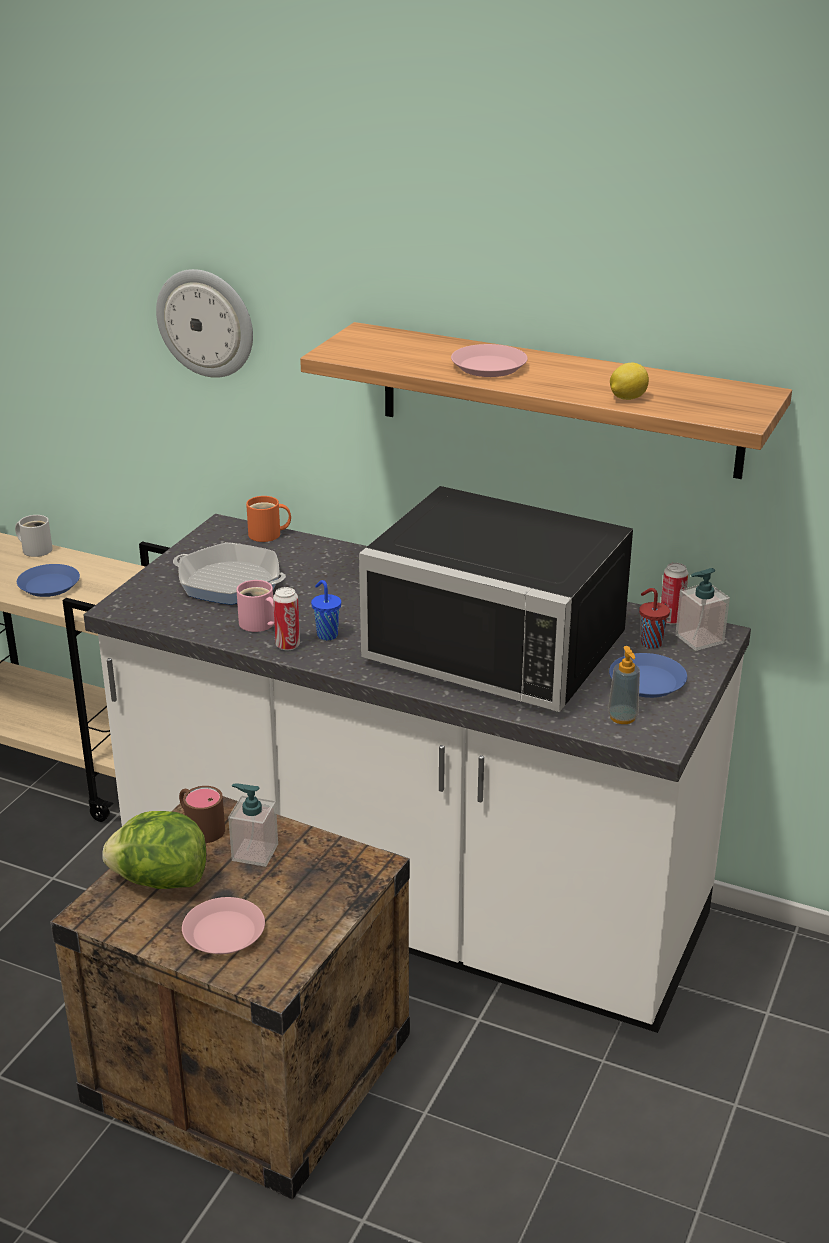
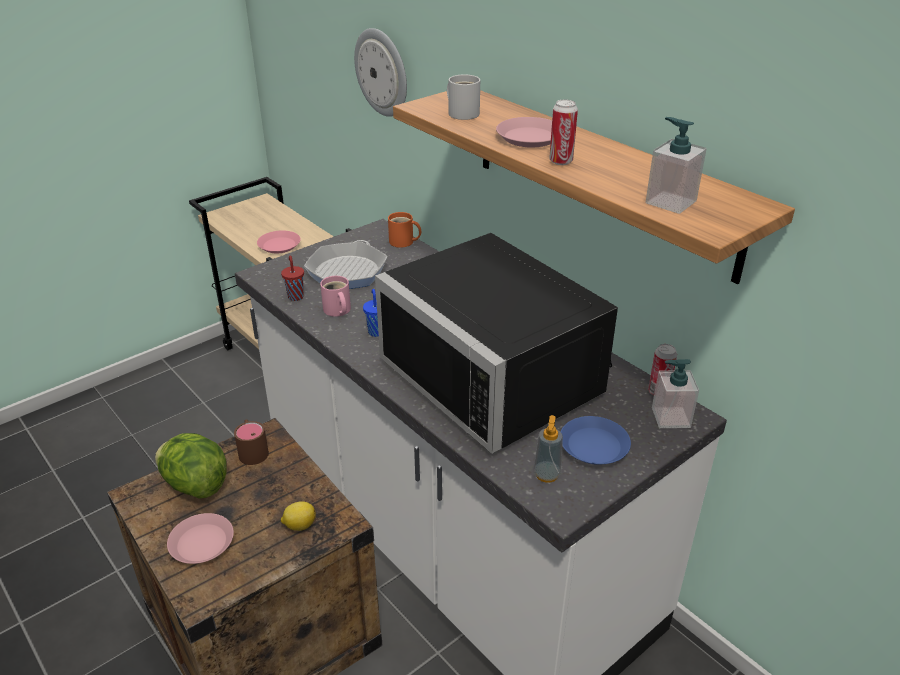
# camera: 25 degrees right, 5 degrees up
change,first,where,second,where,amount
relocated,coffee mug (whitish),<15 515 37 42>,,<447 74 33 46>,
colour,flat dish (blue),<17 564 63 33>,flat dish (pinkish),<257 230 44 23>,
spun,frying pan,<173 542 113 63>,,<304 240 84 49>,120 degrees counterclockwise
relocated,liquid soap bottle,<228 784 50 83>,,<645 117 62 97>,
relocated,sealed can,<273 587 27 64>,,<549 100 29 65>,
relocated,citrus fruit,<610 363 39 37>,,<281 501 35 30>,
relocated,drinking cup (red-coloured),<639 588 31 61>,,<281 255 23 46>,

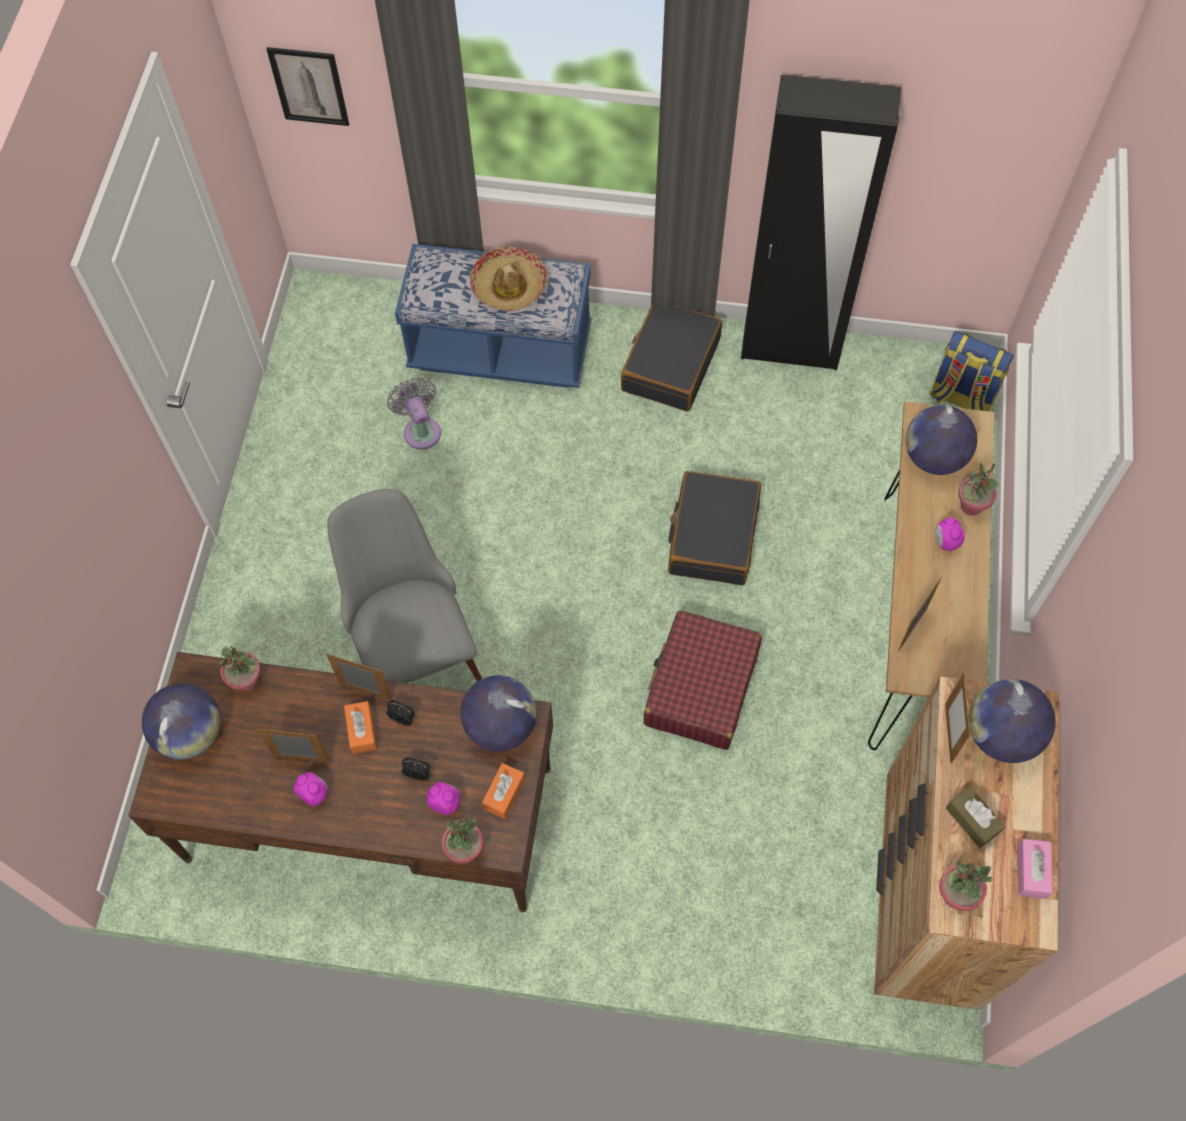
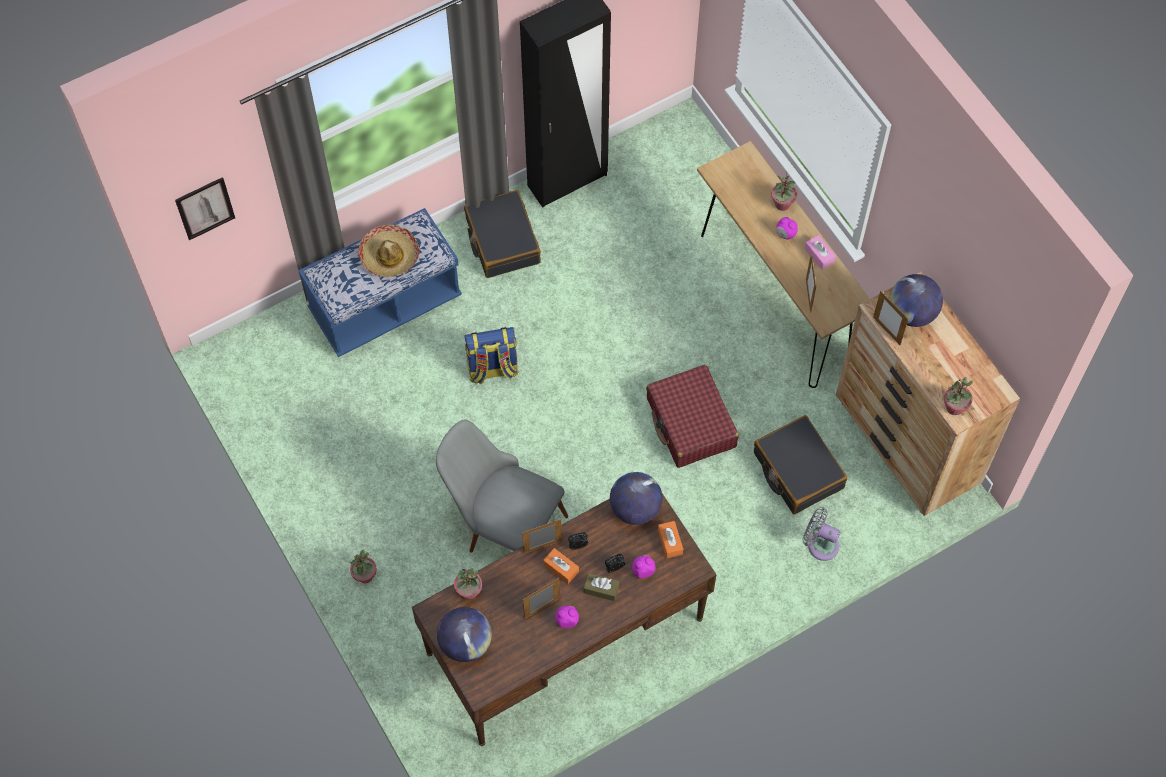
# camera: 40 degrees left, 0 degrees up
change,first,where,second,where,amount
relocated,electric fan (greyish),<387 378 54 72>,,<802 507 39 54>,
relocated,plant in a pot,<442 819 41 45>,,<349 550 28 33>,
relocated,travel case (black),<668 471 93 114>,,<754 415 93 99>,
missing,world globe,<906 405 71 70>,,,
relocated,knapsack,<930 331 84 80>,,<464 327 55 58>,
relocated,box of tissues (brown-coloured),<946 787 59 61>,,<583 573 36 28>,
relocated,box of tissues (pinkish),<1017 839 36 60>,,<805 235 31 35>,

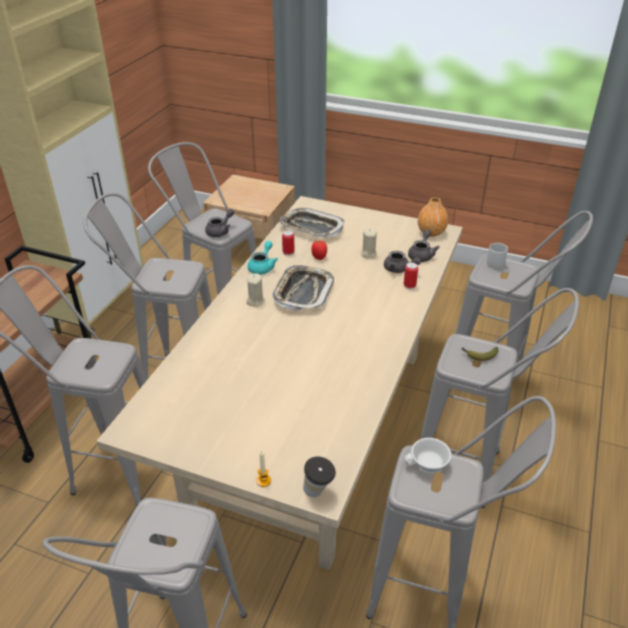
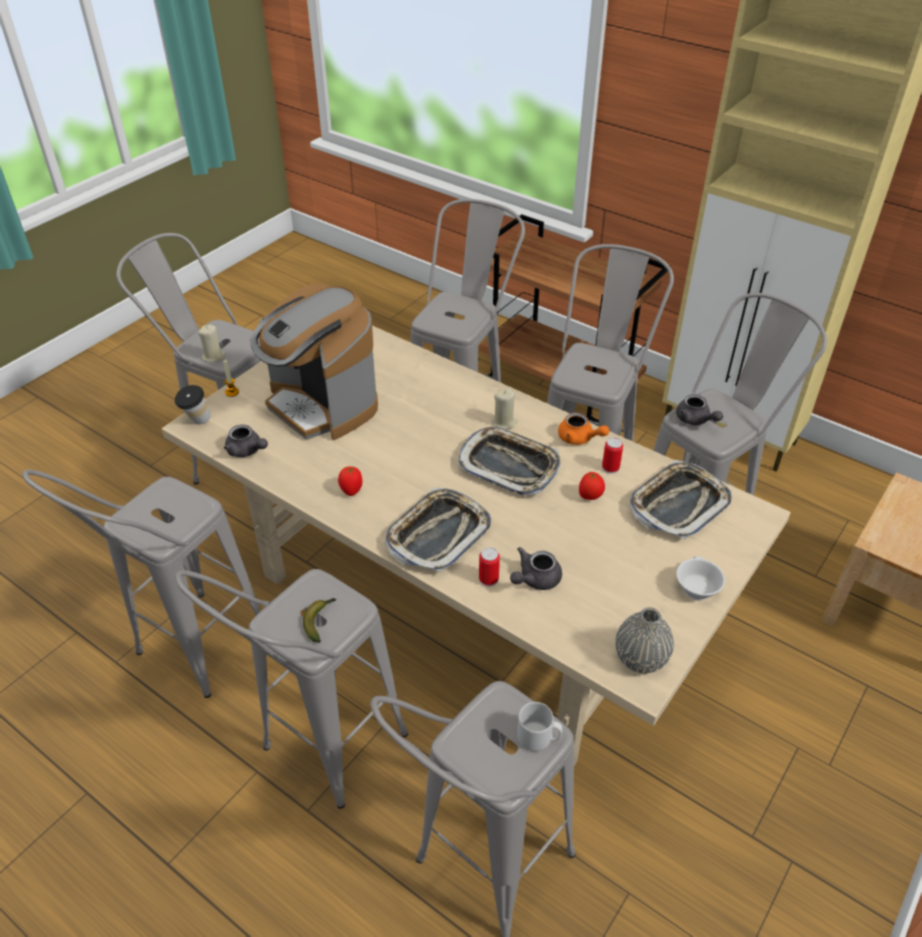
# camera: 105 degrees right, 5 degrees up
change,first,where,second,where,amount
colour,tea pot (turquoise-coloured),<248 241 30 34>,tea pot (orangey),<558 413 51 32>,
relocated,candle (sand-coloured),<360 228 17 30>,,<198 325 28 37>,
relocated,drinking cup (whitish),<404 438 47 35>,,<676 556 49 44>,
relocated,tea pot (greyish),<408 229 32 33>,,<224 424 44 33>,
colour,vase (orangey),<418 197 30 40>,vase (greyish),<615 607 59 66>,
appeared,,,coffee machine,<250 284 128 156>,
appeared,,,whole tomato,<338 467 24 29>,
appeared,,,tray,<385 487 106 85>,

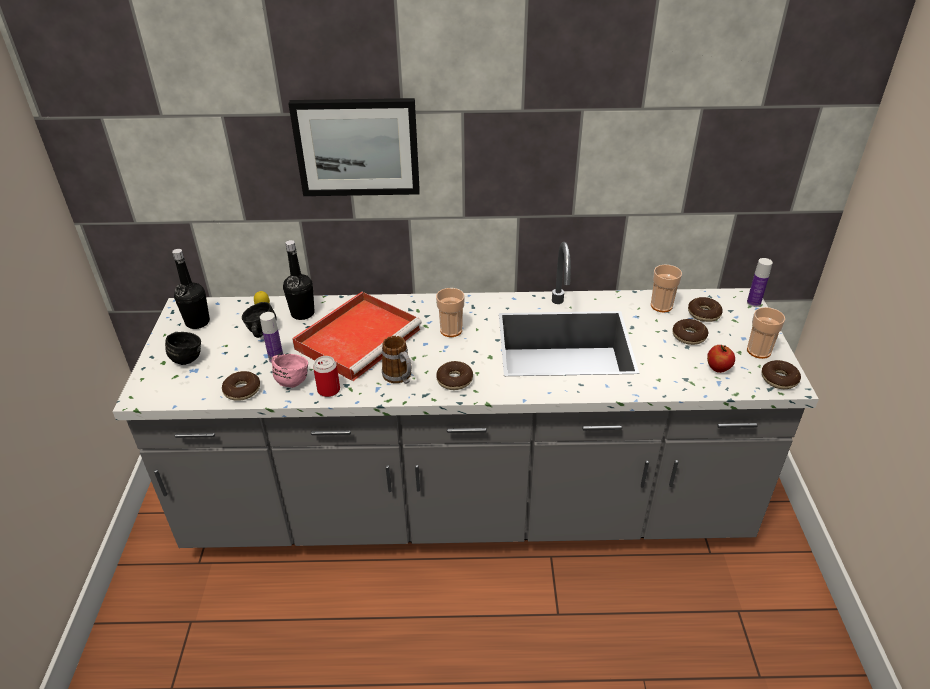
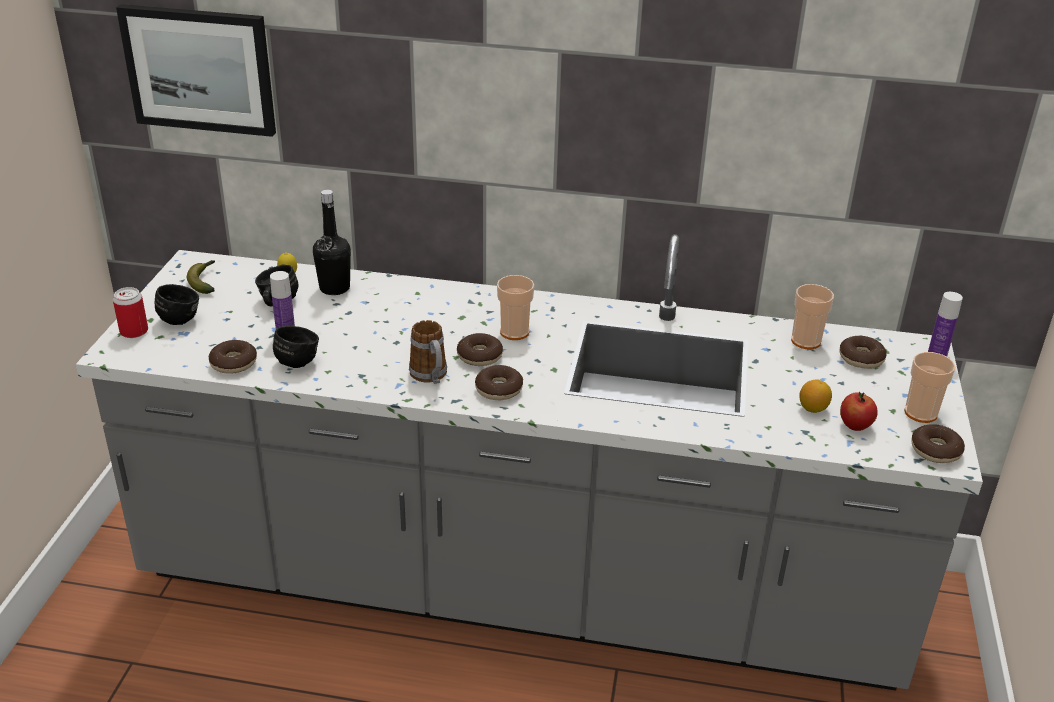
# camera: 10 degrees right, 5 degrees down
change,first,where,second,where,amount
exchanged,beverage bottle (black),<172 249 38 80>,whole banana,<187 260 28 34>,
colour,coffee mug (pinkish),<272 354 36 34>,coffee mug (black),<273 326 46 42>,
relocated,picture,<288 98 132 98>,,<116 4 160 133>,
missing,tray (red-coloured),<292 292 130 89>,,,
relocated,sealed can,<313 356 27 41>,,<113 287 35 51>,
relocated,donut,<672 319 36 26>,,<457 333 46 33>,
appeared,,,citrus fruit,<799 379 33 34>,

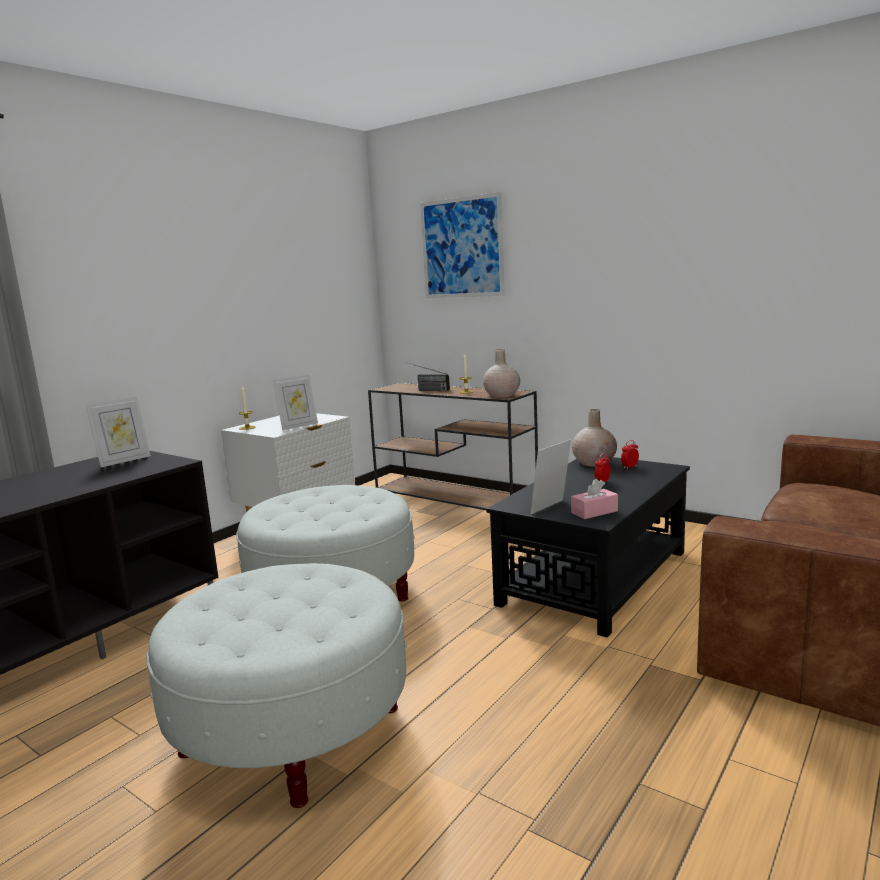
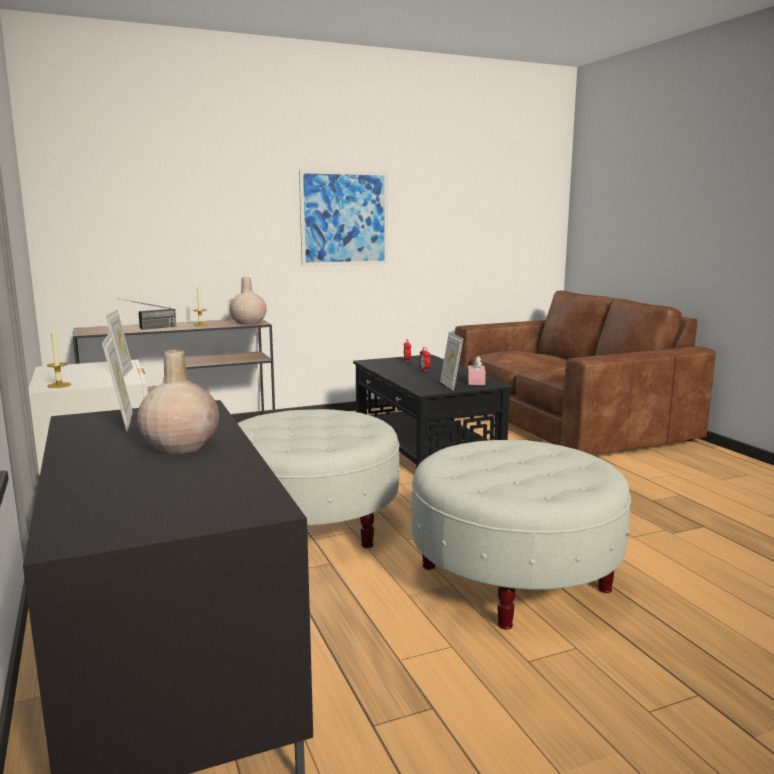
# camera: 60 degrees left, 0 degrees up
change,first,where,second,where,amount
relocated,picture,<420 192 85 106>,,<299 169 89 97>,
relocated,vase (sand-coloured),<572 409 45 58>,,<137 350 82 104>,

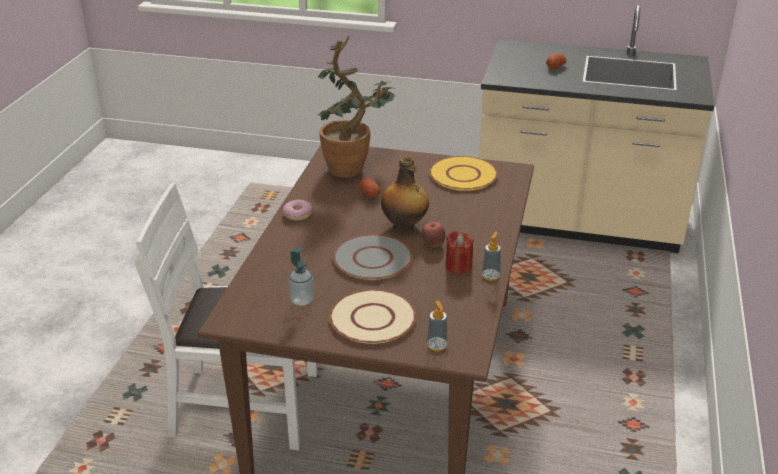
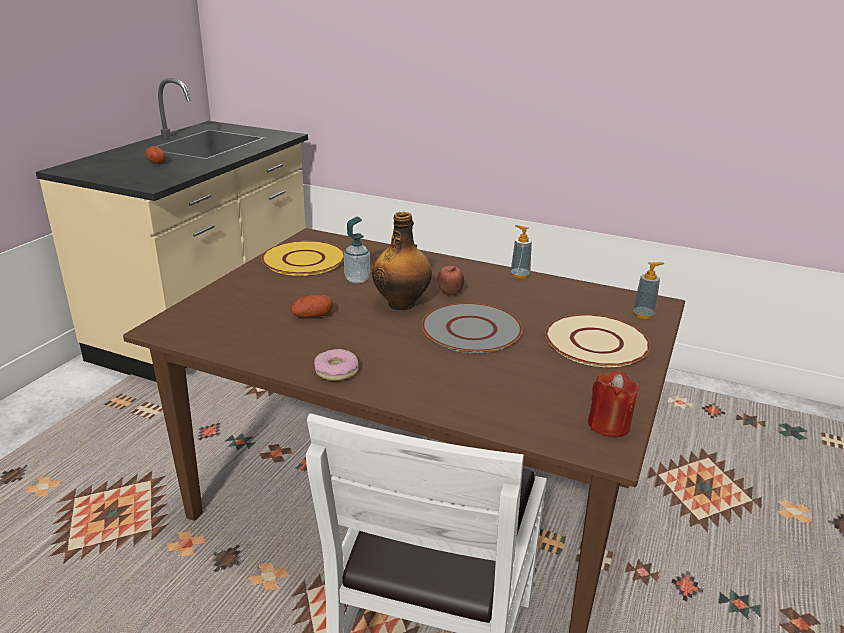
# camera: 80 degrees left, 5 degrees down
change,first,where,second,where,amount
relocated,liquid soap bottle,<288 247 26 59>,,<344 217 26 66>,
missing,plant in a pot,<318 36 78 142>,,,
relocated,candle (red-coloured),<445 231 29 43>,,<588 370 52 67>,

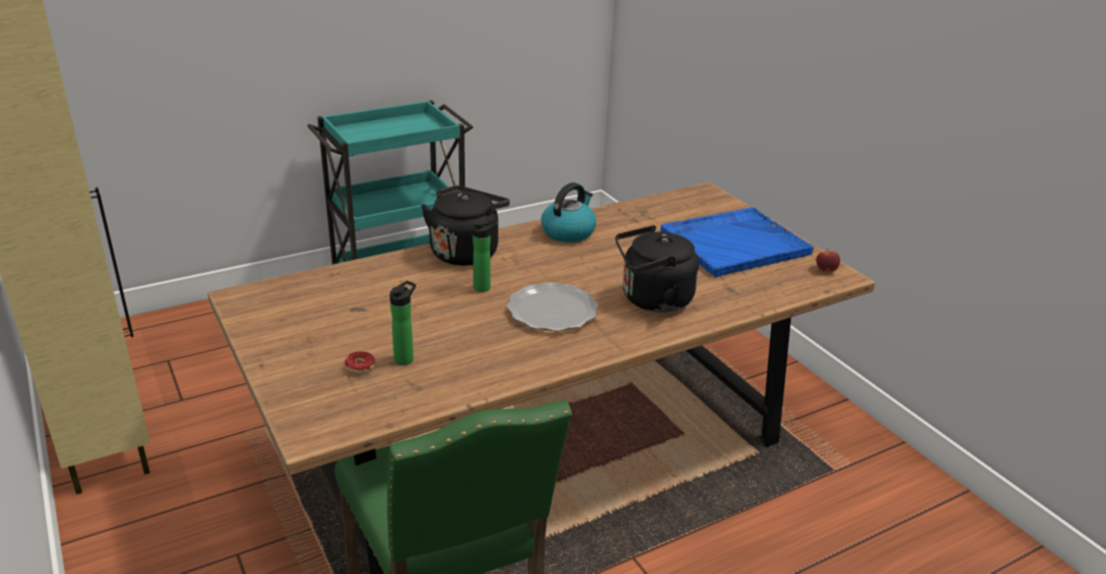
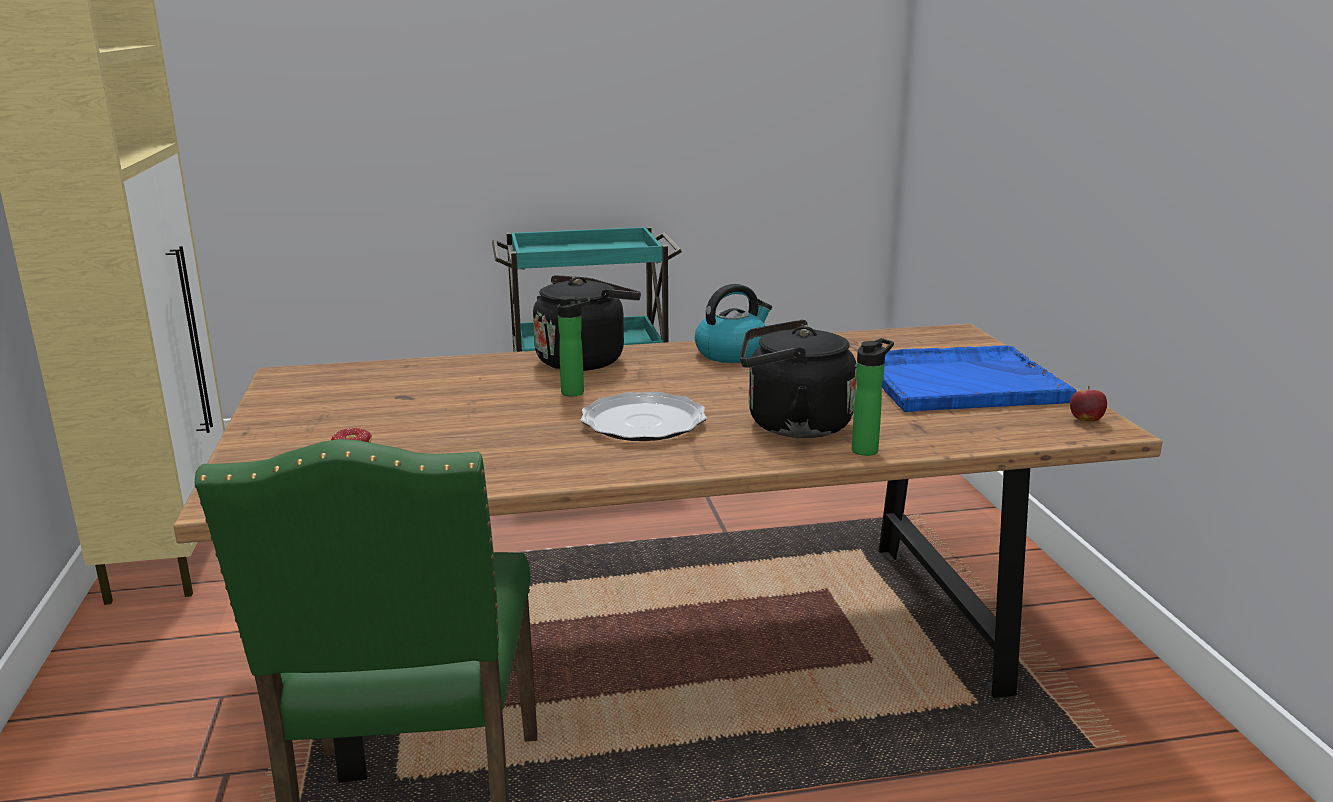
# camera: 20 degrees right, 10 degrees down
change,first,where,second,where,amount
relocated,beverage bottle,<390 281 26 84>,,<852 338 42 118>,

